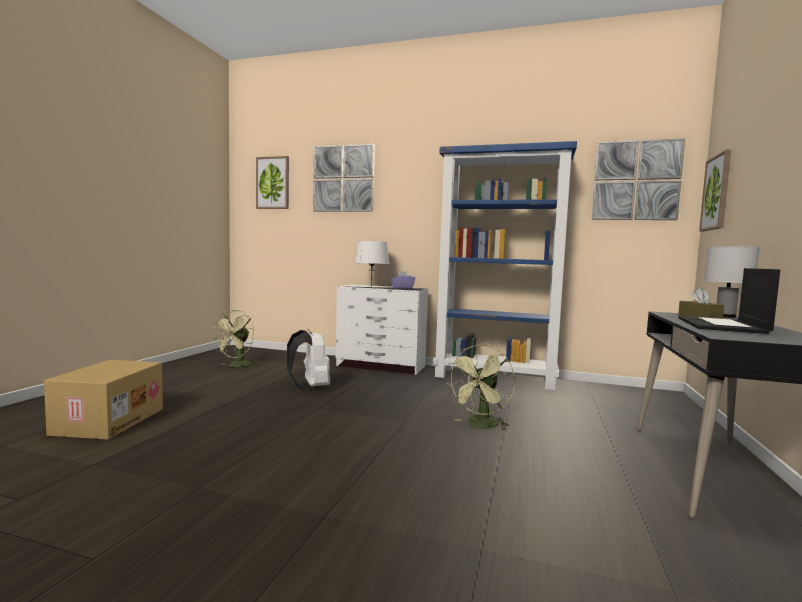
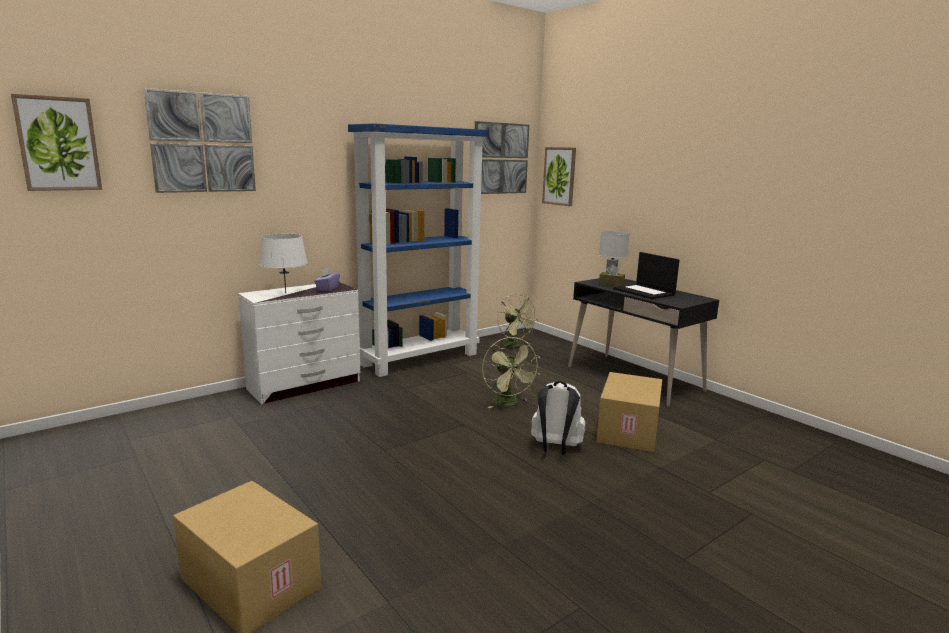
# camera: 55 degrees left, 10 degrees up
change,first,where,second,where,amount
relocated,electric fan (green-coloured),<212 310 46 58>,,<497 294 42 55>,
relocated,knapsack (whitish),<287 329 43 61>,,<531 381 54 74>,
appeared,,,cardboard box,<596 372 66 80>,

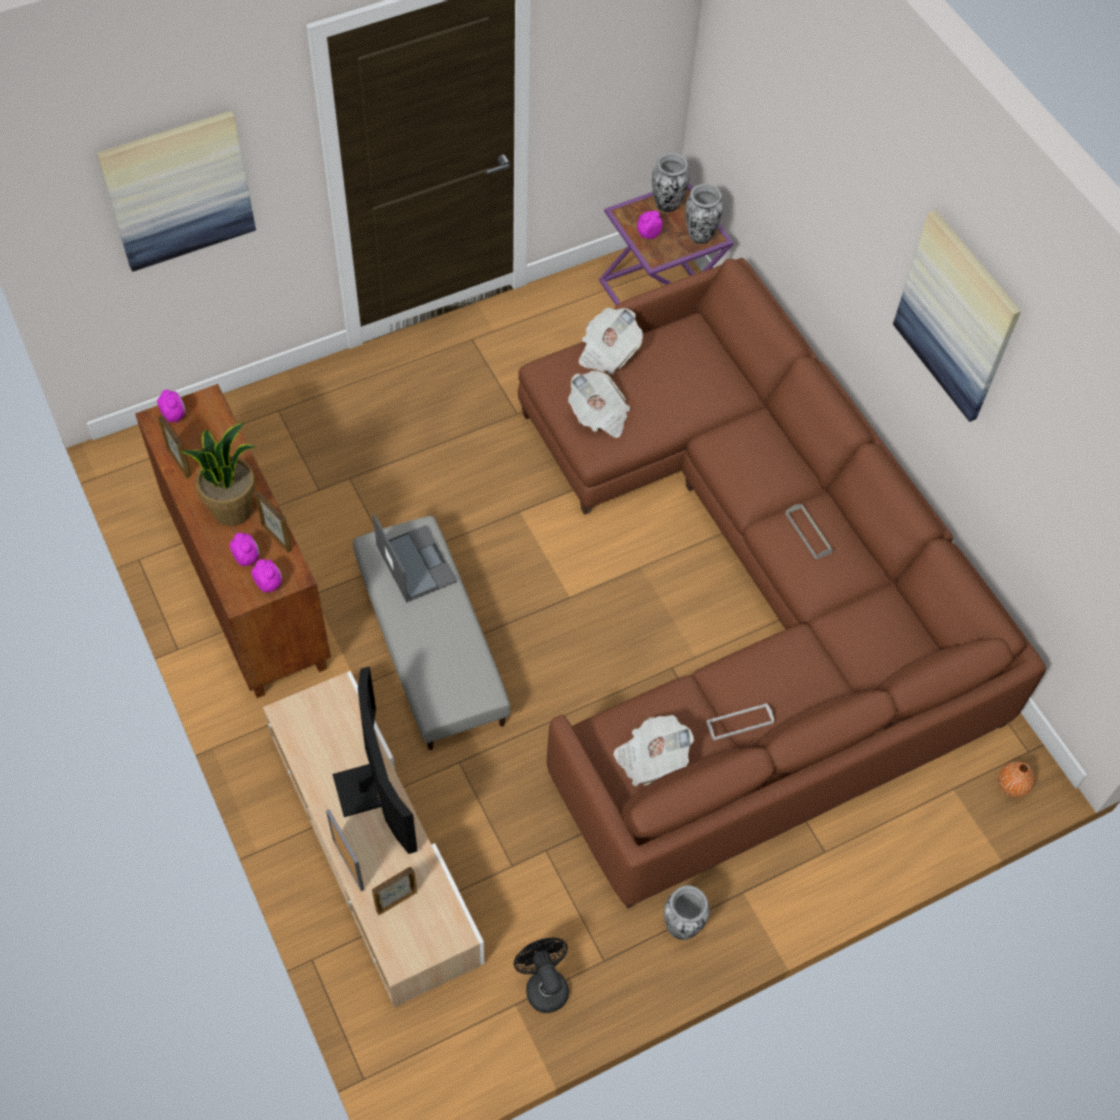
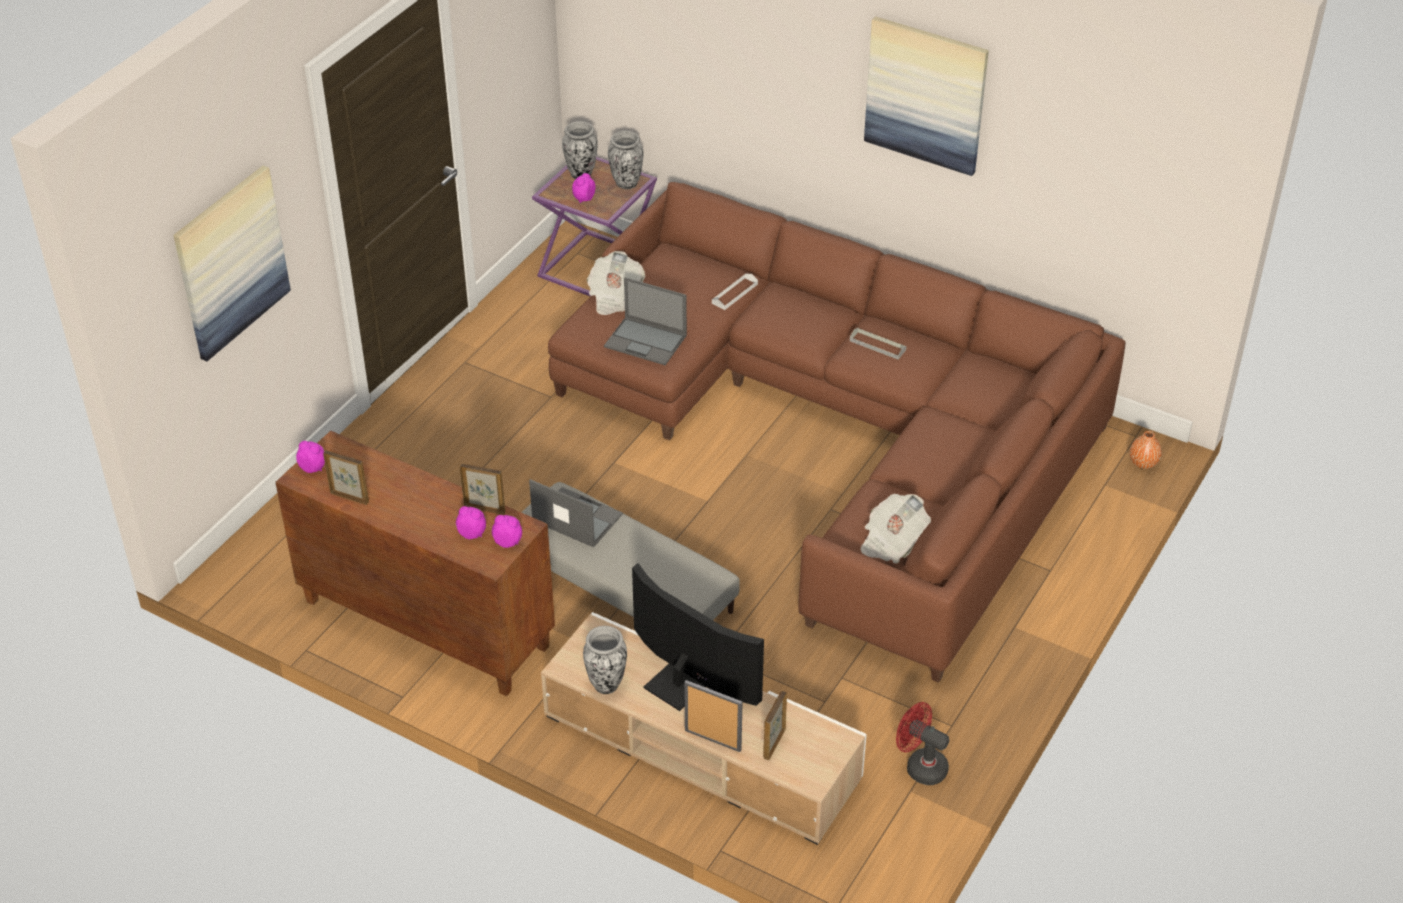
# camera: 30 degrees left, 15 degrees down
change,first,where,second,where,amount
missing,plant in a pot,<181 423 75 103>,,,
colour,electric fan (black),<514 938 55 75>,electric fan (red-coloured),<896 702 53 83>,
exchanged,daily paper,<568 371 62 67>,notebook computer,<604 277 83 88>,
relocated,vase,<664 885 46 55>,,<583 626 44 68>,
relocated,tray (whitish),<706 703 68 37>,,<712 274 46 36>,

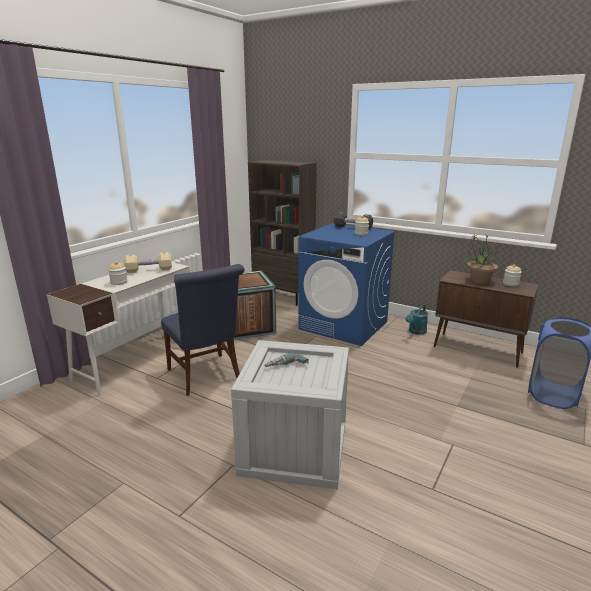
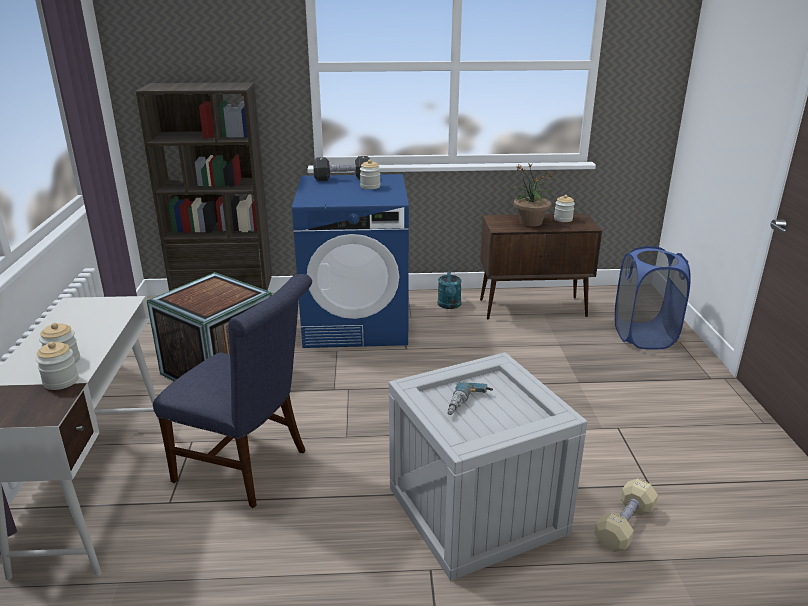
# camera: 35 degrees left, 5 degrees up
change,first,where,second,where,amount
relocated,free weight (sand-coloured),<124 252 48 21>,,<594 478 64 74>,
appeared,,,storage jar,<36 342 42 48>,

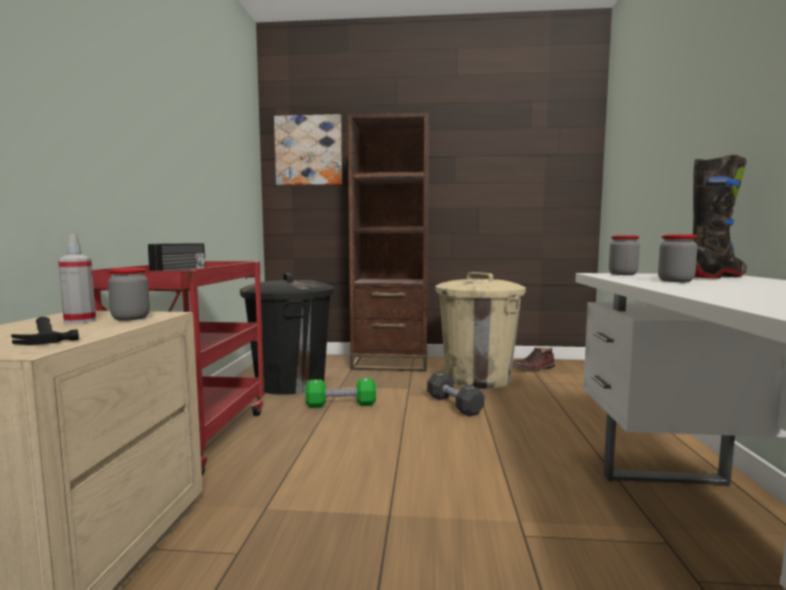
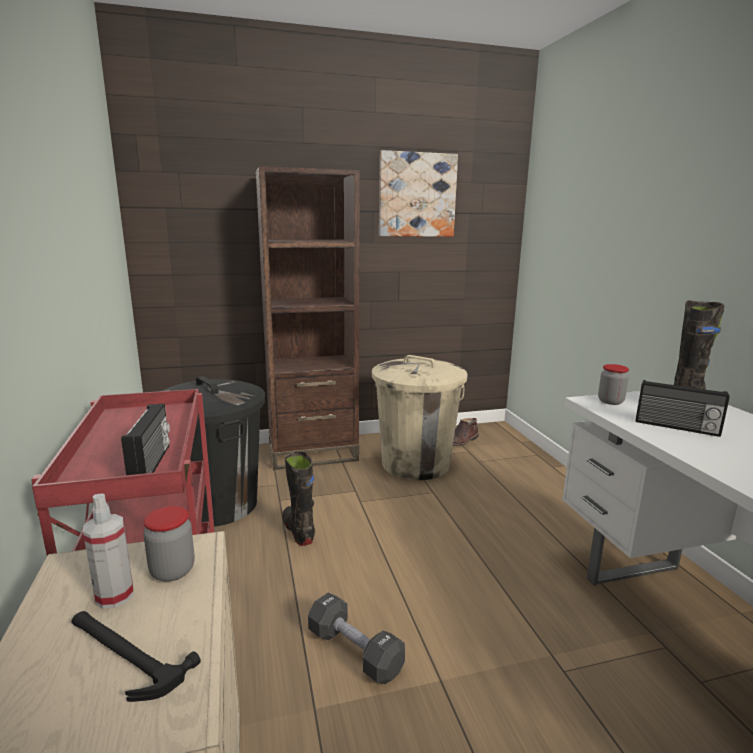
# camera: 20 degrees left, 10 degrees up
change,first,where,second,where,amount
relocated,picture,<274 114 68 71>,,<379 150 79 87>,
exchanged,free weight (green-coloured),<306 378 70 30>,tall boot (black),<282 451 33 95>,
relocated,free weight (black),<427 372 57 44>,,<308 592 97 92>,
exchanged,storage jar,<658 234 40 48>,radio set,<635 380 95 57>,

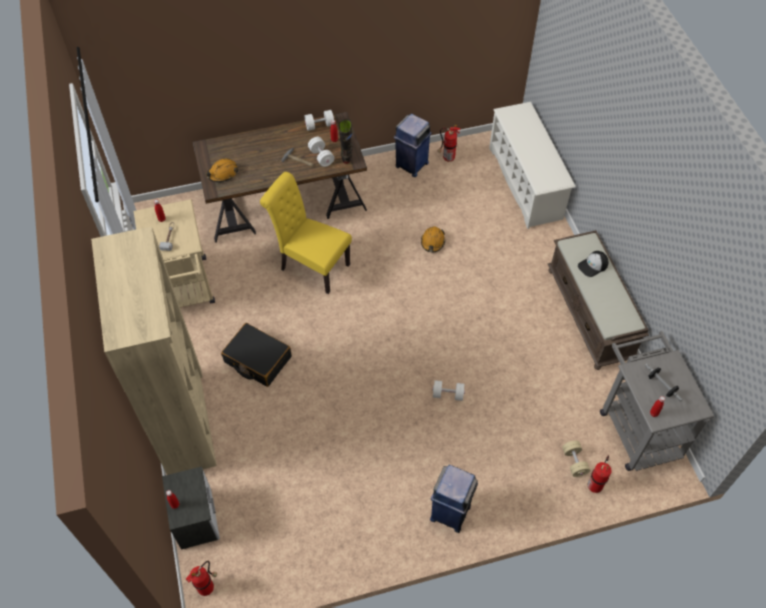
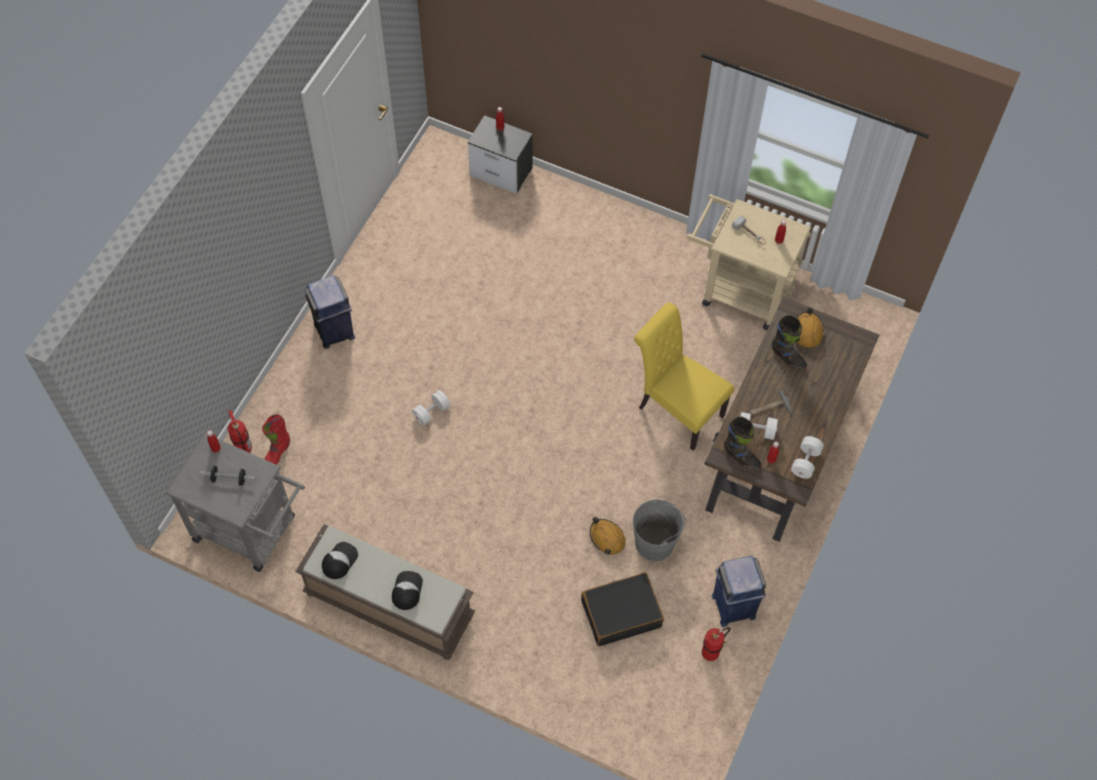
# camera: 130 degrees right, 5 degrees up
change,first,where,second,where,amount
missing,bookcase (sand-coloured),<91 227 126 248>,,,
missing,fire-fighting cylinder,<186 561 31 35>,,,
relocated,travel case (black),<221 323 71 64>,,<581 572 83 74>,
spun,chair (yellowish),<260 172 92 122>,,<634 303 101 147>,120 degrees counterclockwise
missing,shoe rack (whitish),<489 102 86 127>,,,
exchanged,free weight (sand-coloured),<562 440 28 37>,tall boot (red-coloured),<262 414 28 51>,
appeared,,,cap,<322 542 36 37>,
appeared,,,pail (greyish),<633 499 53 62>,
appeared,,,tall boot (black),<772 315 35 55>,

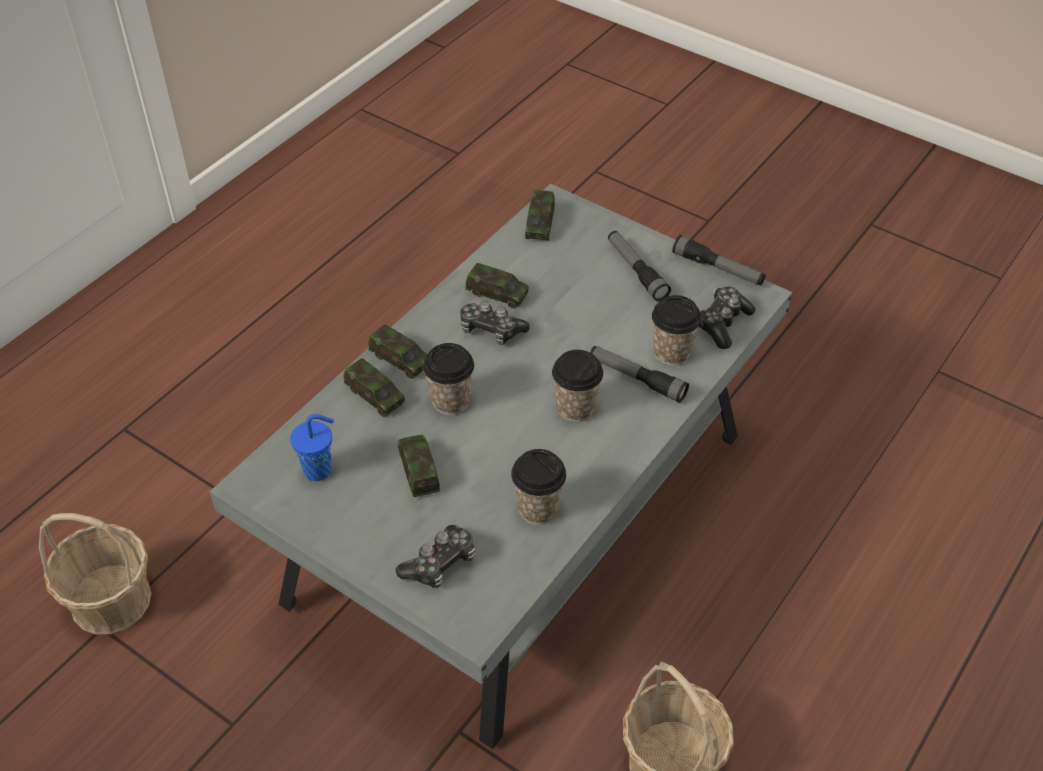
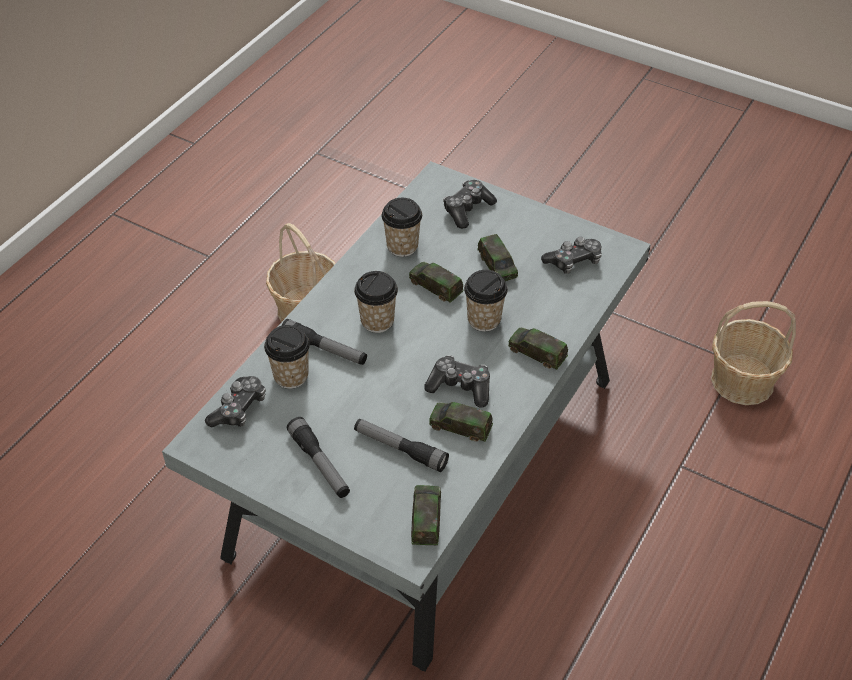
# camera: 175 degrees right, 0 degrees up
change,first,where,second,where,amount
exchanged,drinking cup (blue),<290 414 44 67>,joypad,<541 237 61 37>,
relocated,model car,<344 358 61 59>,,<409 262 55 41>,
relocated,flashlight,<672 235 94 51>,,<354 419 95 53>,

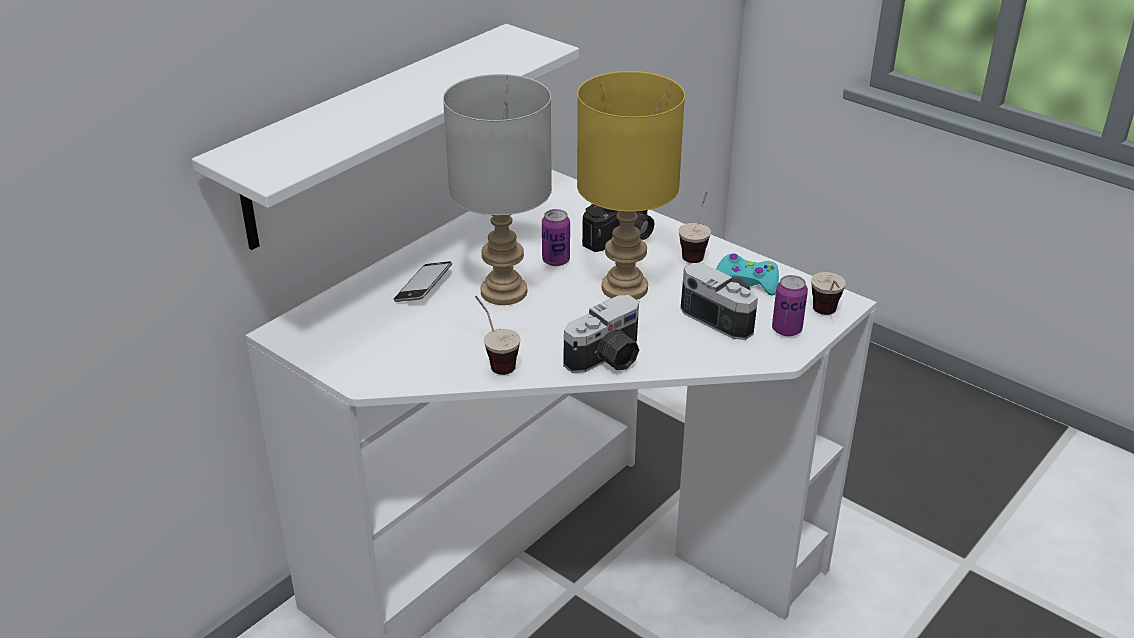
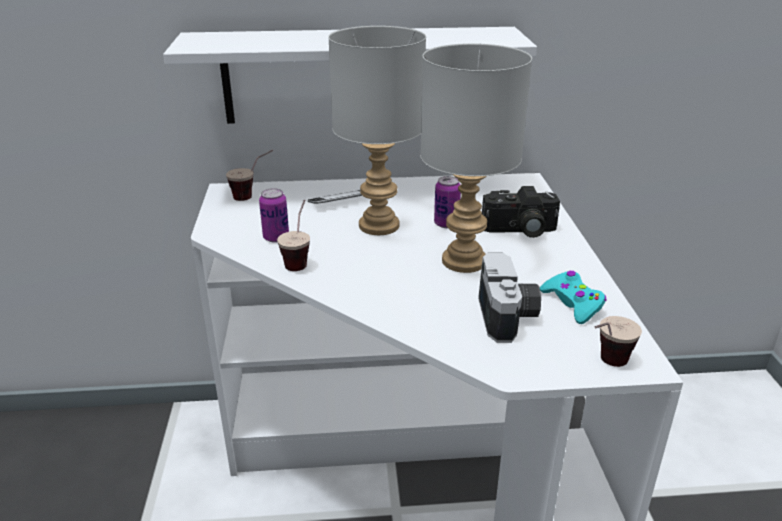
# camera: 45 degrees right, 5 degrees down
change,first,where,second,where,amount
missing,photo camera,<563 295 76 78>,,,
colour,tabletop lamp (yellowish),<577 71 108 229>,tabletop lamp (greyish),<420 43 112 230>,
relocated,drinking cup,<679 192 32 71>,,<226 150 47 51>,
relocated,sealed can,<772 275 36 61>,,<259 188 30 55>,

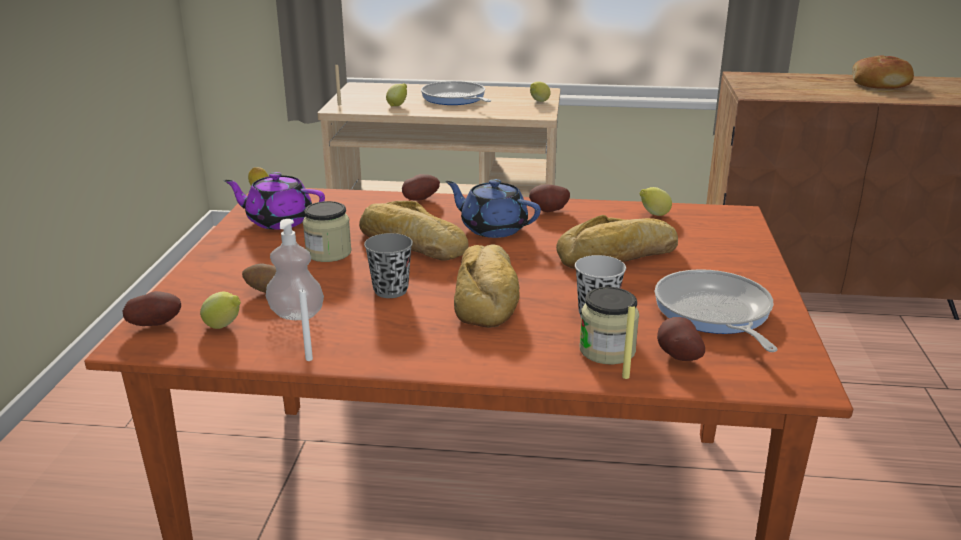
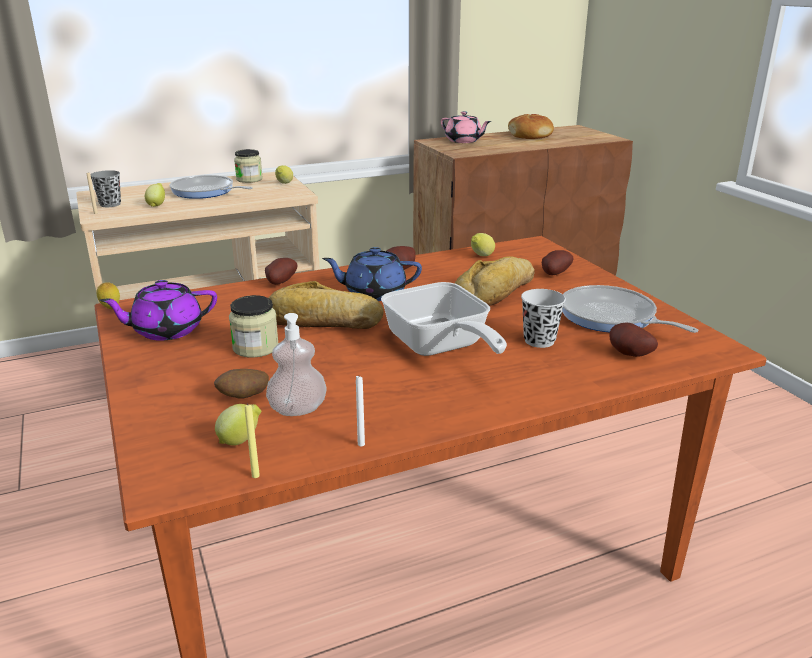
# camera: 30 degrees left, 0 degrees up
change,first,where,second,where,amount
relocated,spud,<123 291 58 35>,,<542 250 32 25>,
relocated,drinking cup (greyish),<364 233 49 65>,,<90 170 31 37>,
exchanged,bakery bread,<454 244 66 84>,frying pan,<381 282 126 74>,
relocated,storage jar,<579 287 60 78>,,<234 149 29 34>,
relocated,candle (yellowish),<622 306 13 73>,,<245 403 15 75>,
appeared,,,tea pot (pinkish),<441 111 50 32>,

